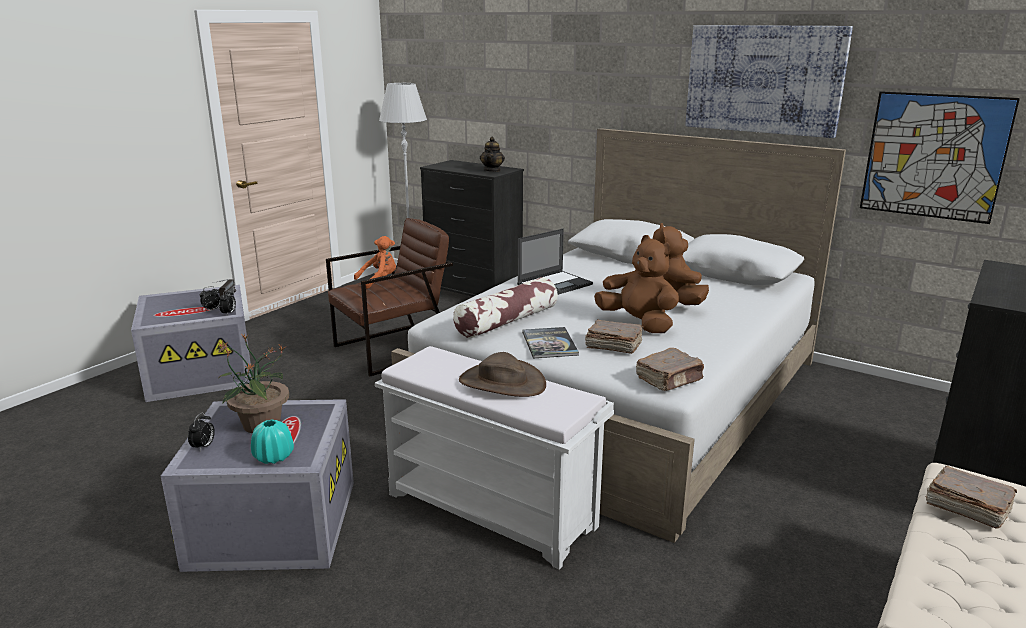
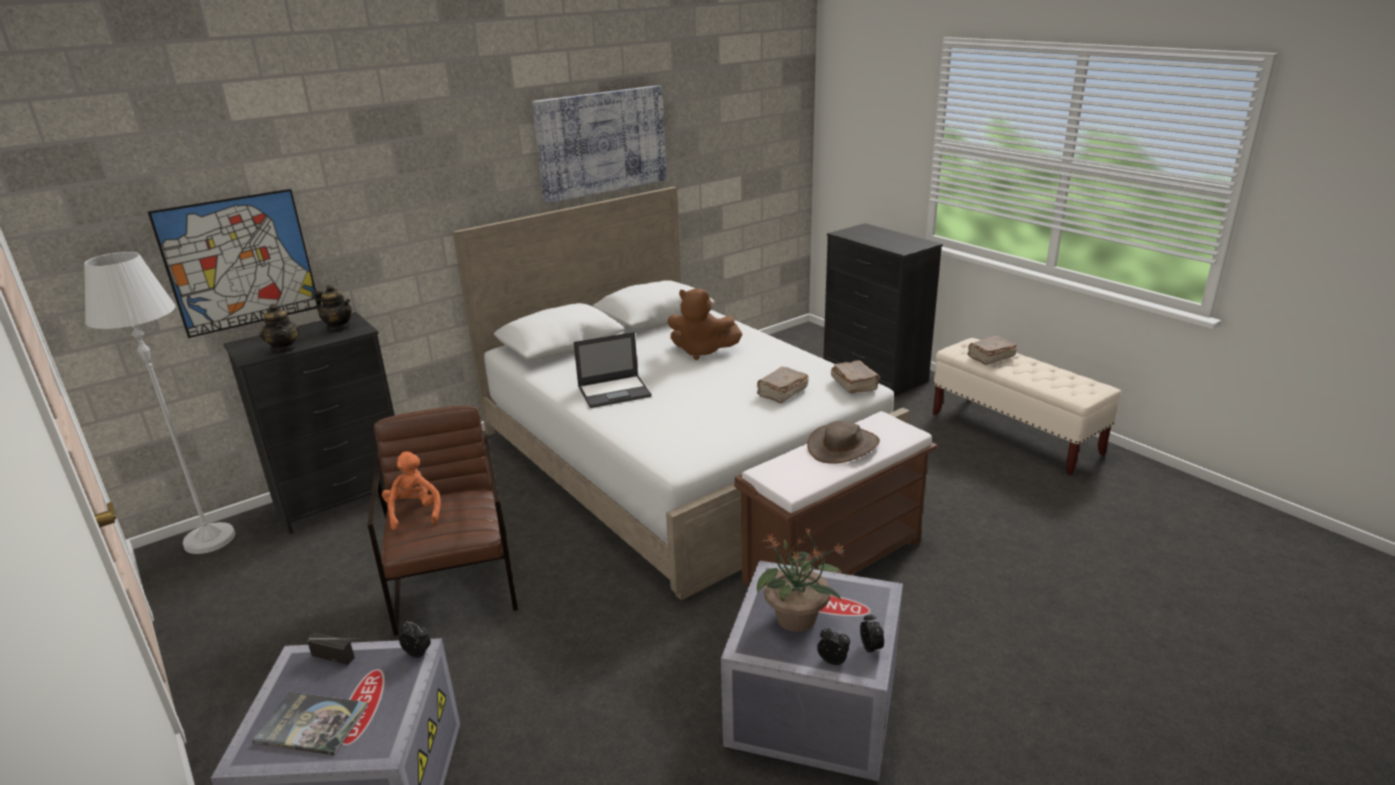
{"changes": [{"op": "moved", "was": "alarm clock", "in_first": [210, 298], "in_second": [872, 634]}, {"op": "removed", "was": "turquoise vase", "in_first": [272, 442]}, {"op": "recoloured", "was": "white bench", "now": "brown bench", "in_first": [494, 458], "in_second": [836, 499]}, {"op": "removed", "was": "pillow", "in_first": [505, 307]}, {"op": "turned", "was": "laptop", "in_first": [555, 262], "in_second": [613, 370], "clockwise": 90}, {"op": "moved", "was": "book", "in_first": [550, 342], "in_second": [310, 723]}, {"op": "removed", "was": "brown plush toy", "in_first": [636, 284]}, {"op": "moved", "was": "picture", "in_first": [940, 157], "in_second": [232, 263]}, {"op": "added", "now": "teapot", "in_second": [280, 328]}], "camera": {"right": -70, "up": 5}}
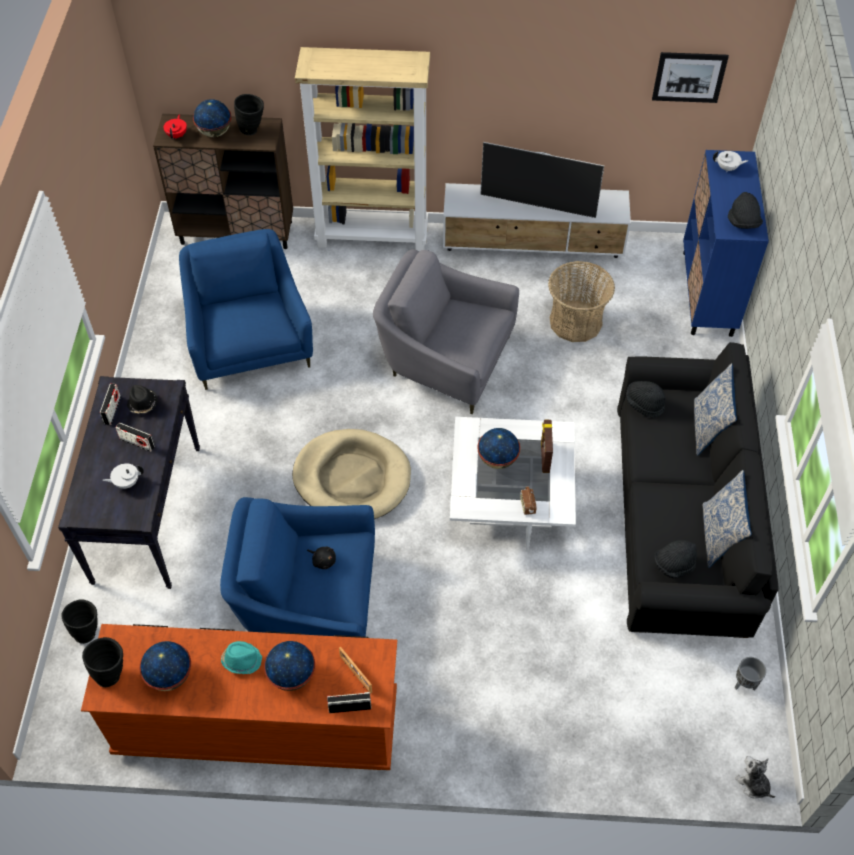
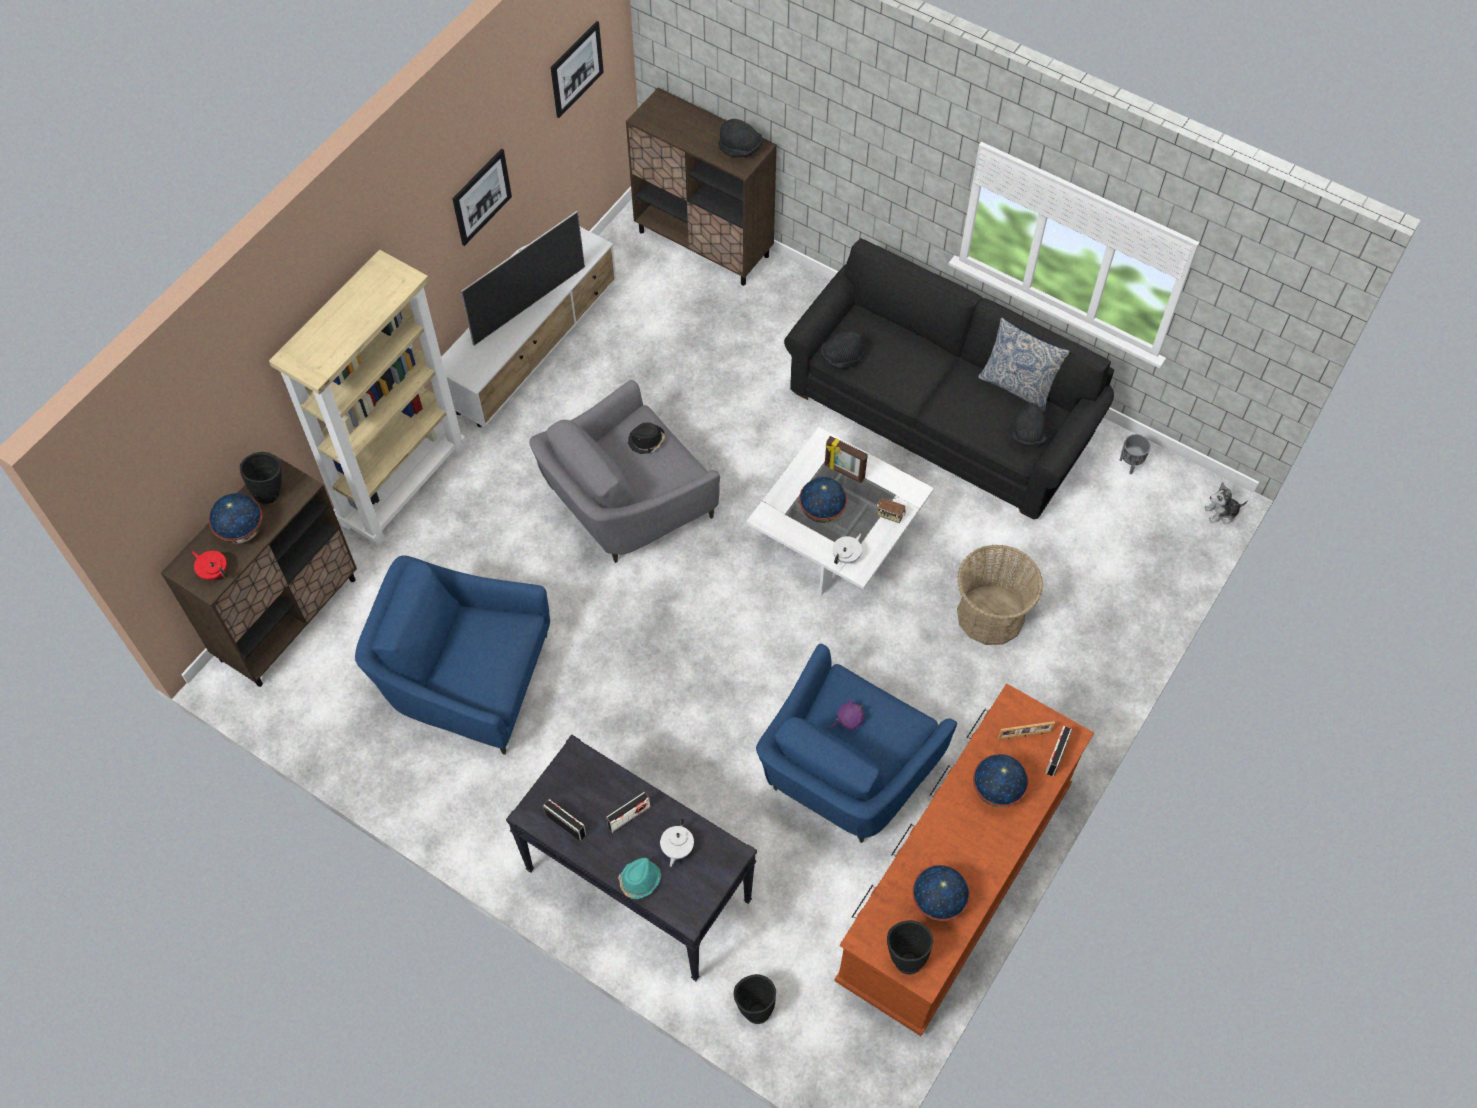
{"changes": [{"op": "moved", "was": "black hat", "in_first": [142, 399], "in_second": [646, 438]}, {"op": "moved", "was": "turquoise hat", "in_first": [241, 657], "in_second": [639, 878]}, {"op": "removed", "was": "beige dog bed", "in_first": [351, 474]}, {"op": "recoloured", "was": "black plush toy", "now": "purple plush toy", "in_first": [321, 558], "in_second": [846, 715]}, {"op": "moved", "was": "basket", "in_first": [581, 301], "in_second": [1000, 594]}, {"op": "recoloured", "was": "blue cabinet", "now": "brown cabinet", "in_first": [726, 243], "in_second": [701, 187]}, {"op": "removed", "was": "pillow", "in_first": [715, 409]}, {"op": "moved", "was": "white teapot", "in_first": [730, 161], "in_second": [847, 548]}, {"op": "added", "now": "picture", "in_second": [482, 197]}], "camera": {"right": -60, "up": 5}}
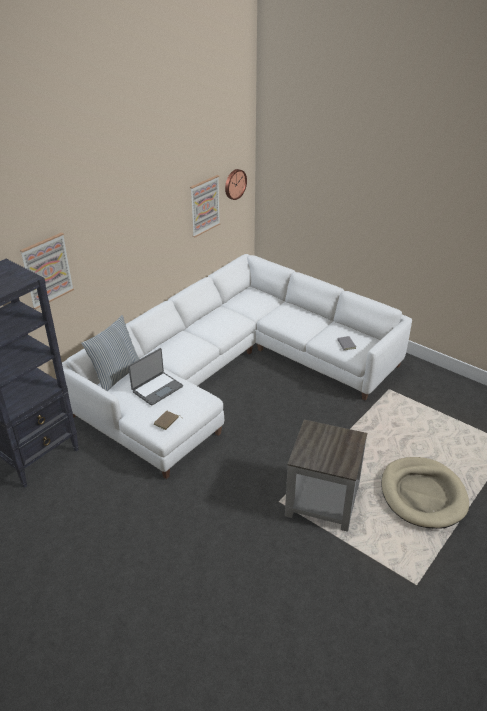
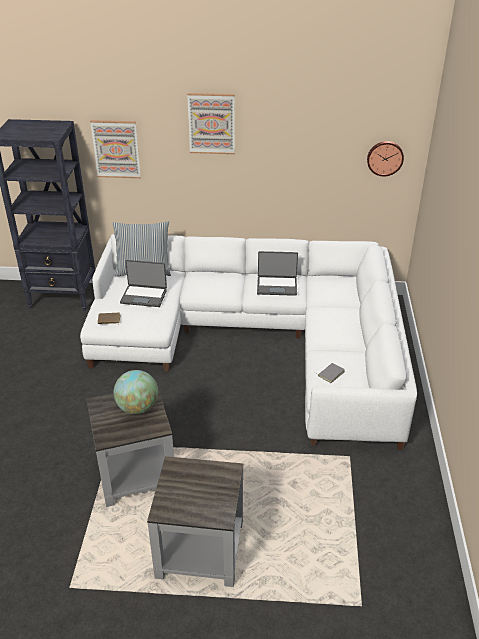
{"changes": [{"op": "moved", "was": "picture", "in_first": [205, 206], "in_second": [211, 123]}, {"op": "replaced", "was": "beige dog bed", "now": "grey side table", "in_first": [425, 493], "in_second": [195, 521]}, {"op": "added", "now": "globe", "in_second": [136, 392]}, {"op": "added", "now": "laptop", "in_second": [277, 273]}], "camera": {"right": 55, "up": 0}}
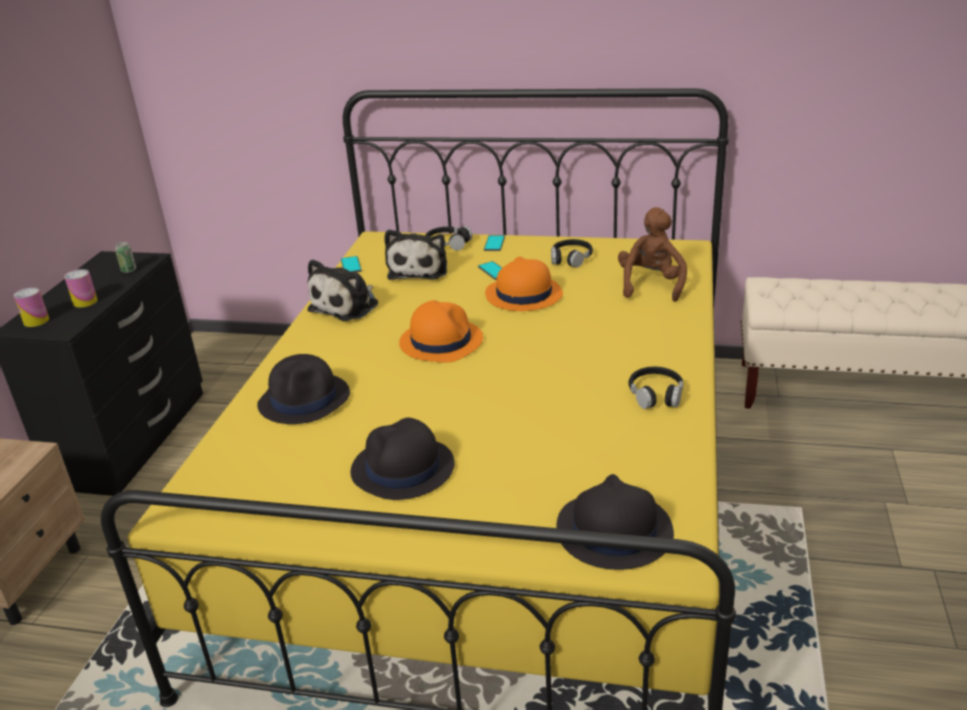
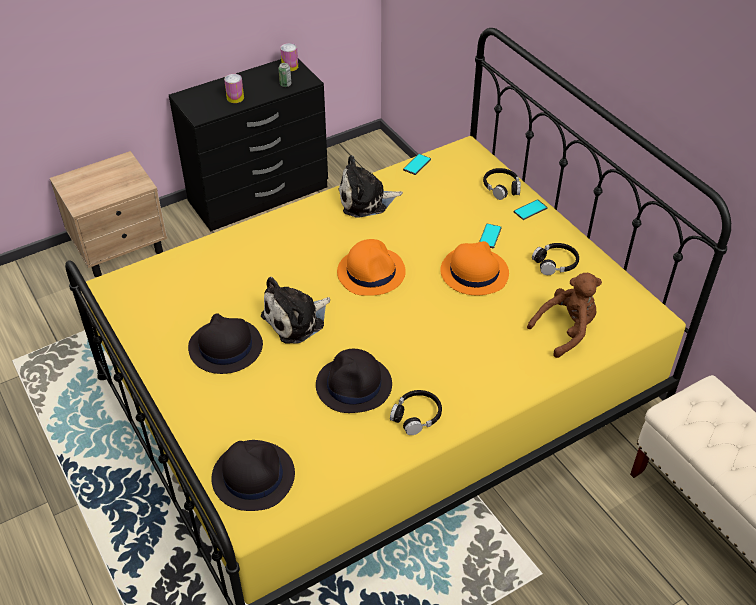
{"changes": [{"op": "moved", "was": "can", "in_first": [31, 307], "in_second": [289, 57]}, {"op": "moved", "was": "black hat", "in_first": [303, 389], "in_second": [354, 381]}, {"op": "moved", "was": "plush toy", "in_first": [415, 254], "in_second": [295, 310]}], "camera": {"right": 45, "up": 15}}
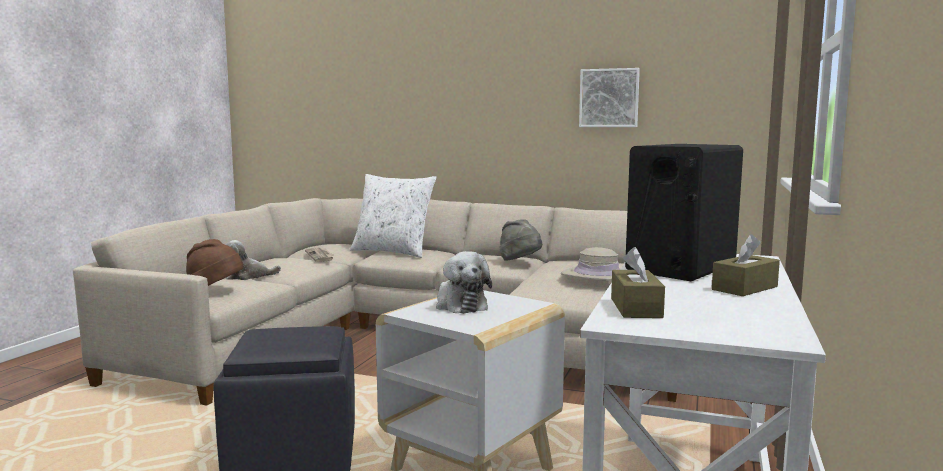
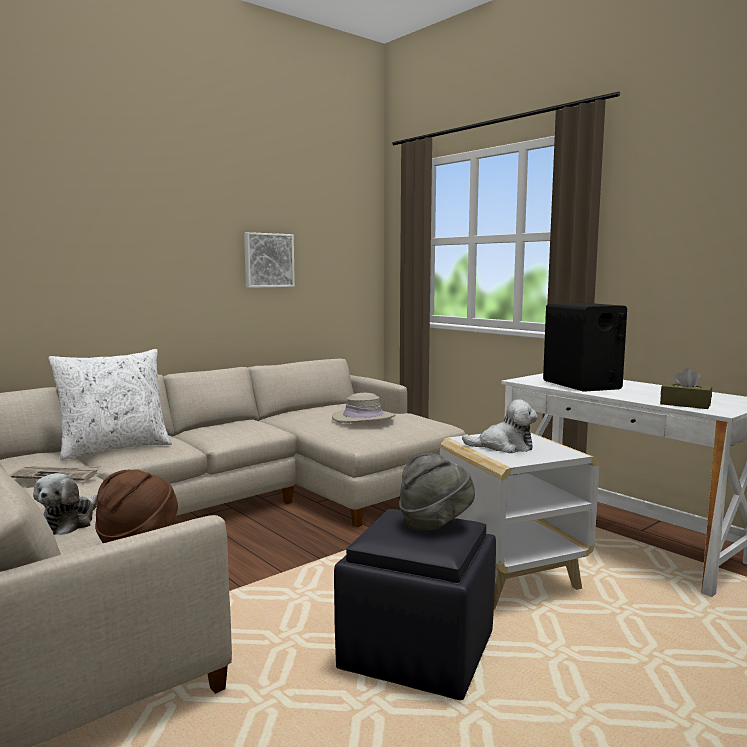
{"changes": [{"op": "moved", "was": "grey hat", "in_first": [520, 240], "in_second": [437, 492]}, {"op": "removed", "was": "brown tissue box", "in_first": [746, 265]}], "camera": {"right": -60, "up": 0}}
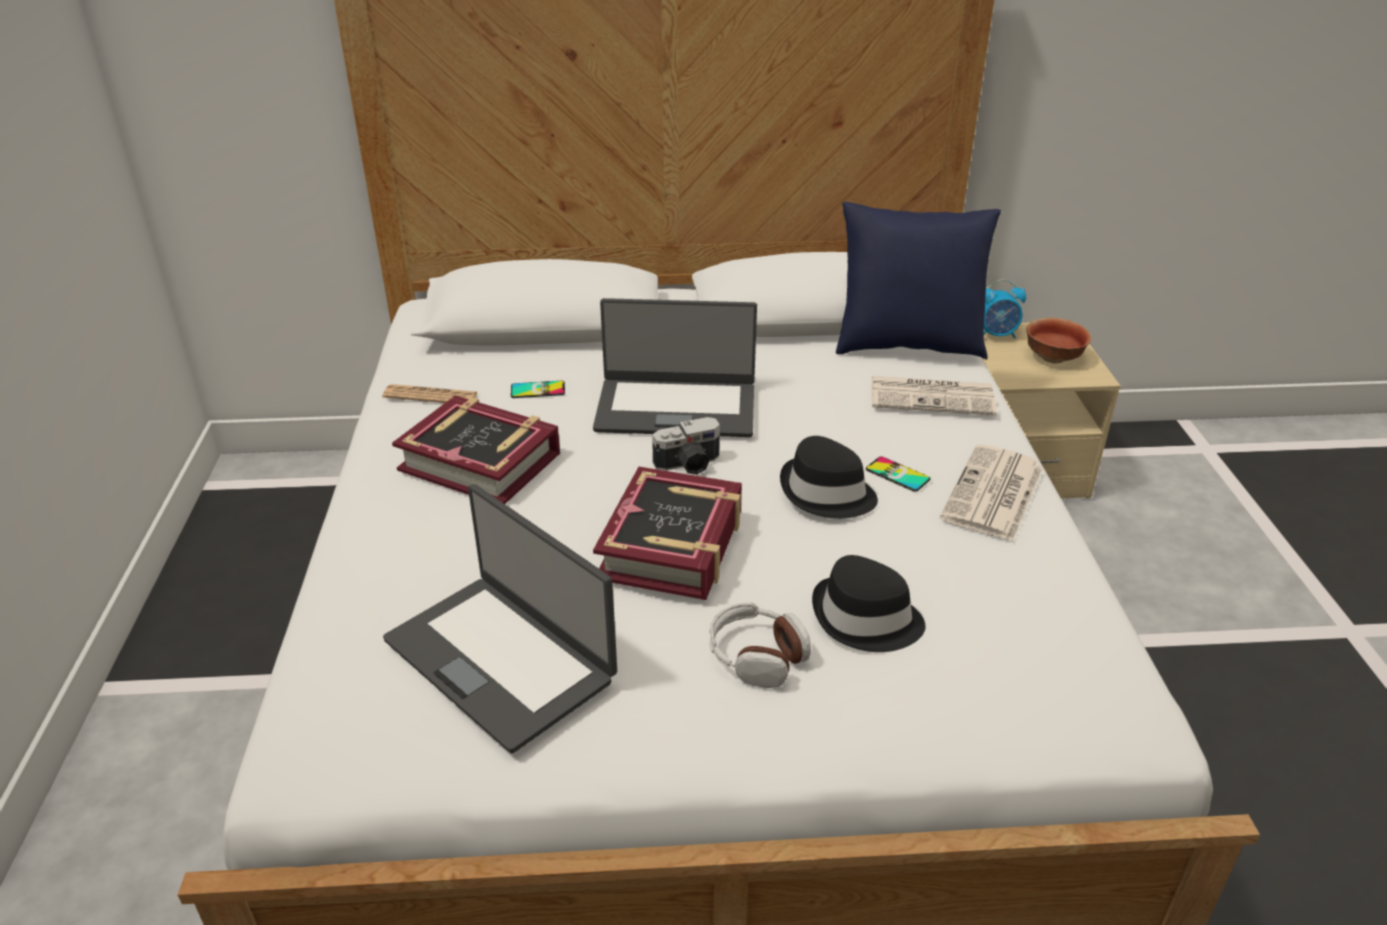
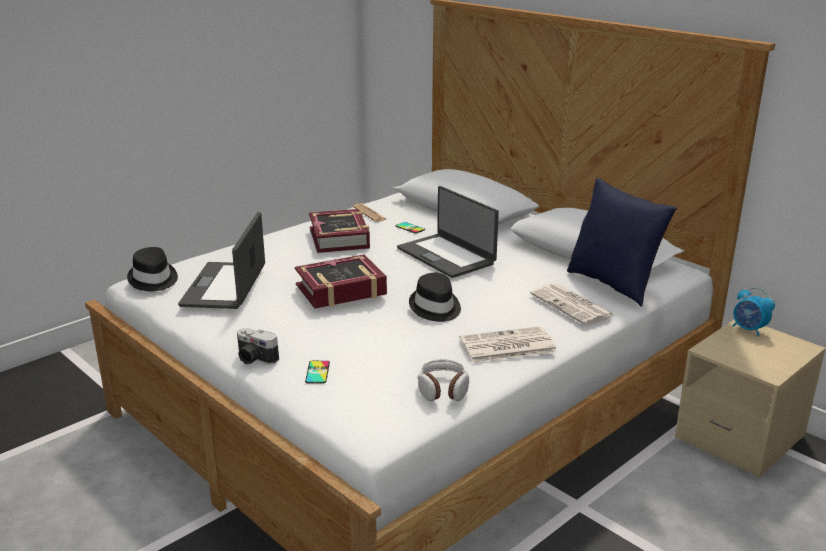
{"changes": [{"op": "moved", "was": "photo camera", "in_first": [686, 446], "in_second": [258, 346]}, {"op": "moved", "was": "headphones", "in_first": [760, 645], "in_second": [443, 380]}, {"op": "moved", "was": "black hat", "in_first": [869, 603], "in_second": [152, 269]}, {"op": "moved", "was": "phone", "in_first": [898, 474], "in_second": [317, 372]}, {"op": "removed", "was": "bowl", "in_first": [1058, 340]}], "camera": {"right": 50, "up": -10}}
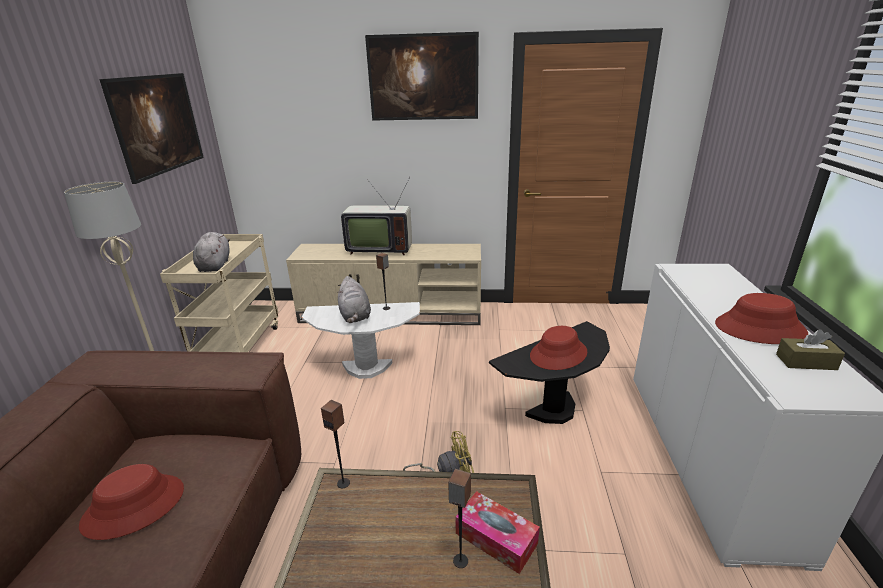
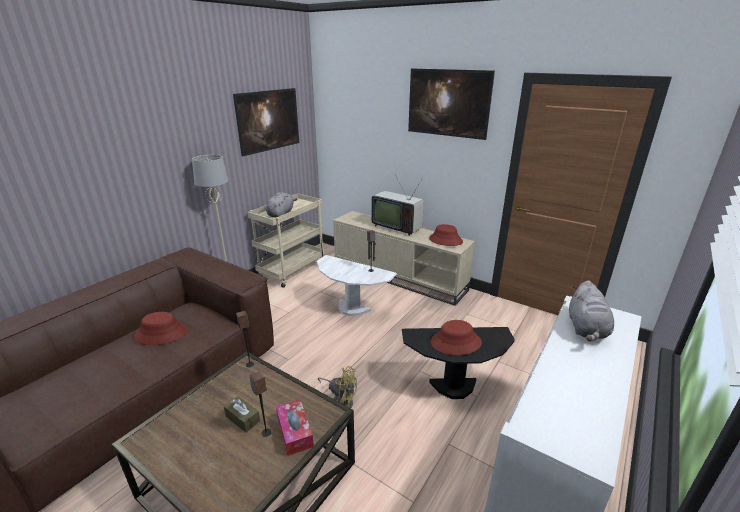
{"changes": [{"op": "moved", "was": "grey plush toy", "in_first": [354, 299], "in_second": [591, 310]}, {"op": "moved", "was": "red hat", "in_first": [761, 318], "in_second": [446, 235]}, {"op": "moved", "was": "brown tissue box", "in_first": [810, 349], "in_second": [242, 414]}], "camera": {"right": 30, "up": 0}}
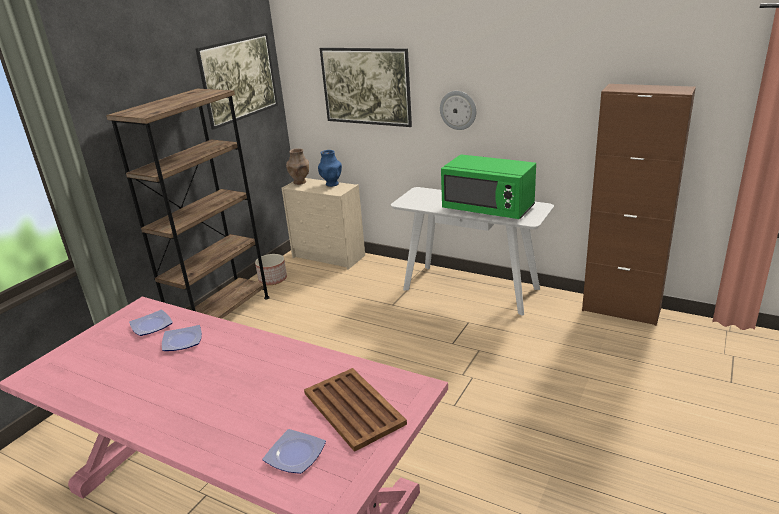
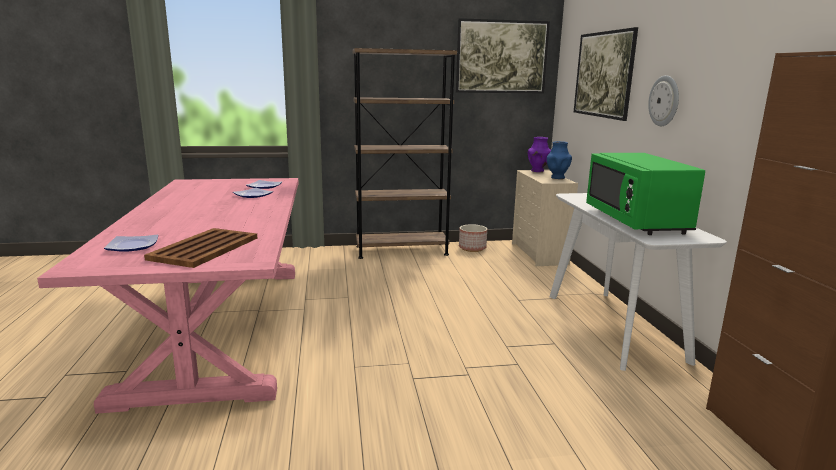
{"changes": [{"op": "recoloured", "was": "brown vase", "now": "purple vase", "in_first": [297, 166], "in_second": [539, 154]}], "camera": {"right": 50, "up": -10}}
